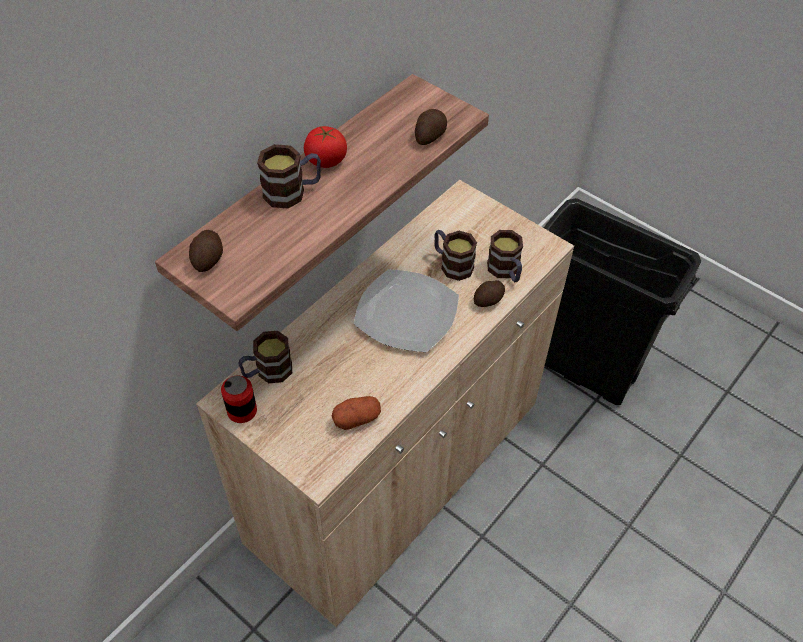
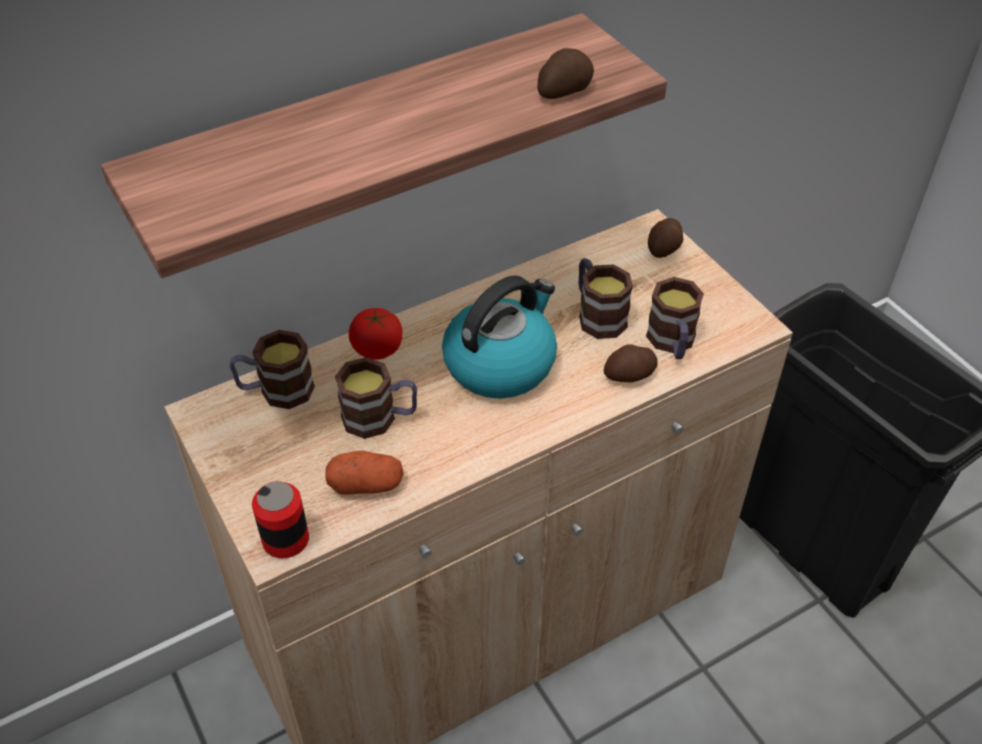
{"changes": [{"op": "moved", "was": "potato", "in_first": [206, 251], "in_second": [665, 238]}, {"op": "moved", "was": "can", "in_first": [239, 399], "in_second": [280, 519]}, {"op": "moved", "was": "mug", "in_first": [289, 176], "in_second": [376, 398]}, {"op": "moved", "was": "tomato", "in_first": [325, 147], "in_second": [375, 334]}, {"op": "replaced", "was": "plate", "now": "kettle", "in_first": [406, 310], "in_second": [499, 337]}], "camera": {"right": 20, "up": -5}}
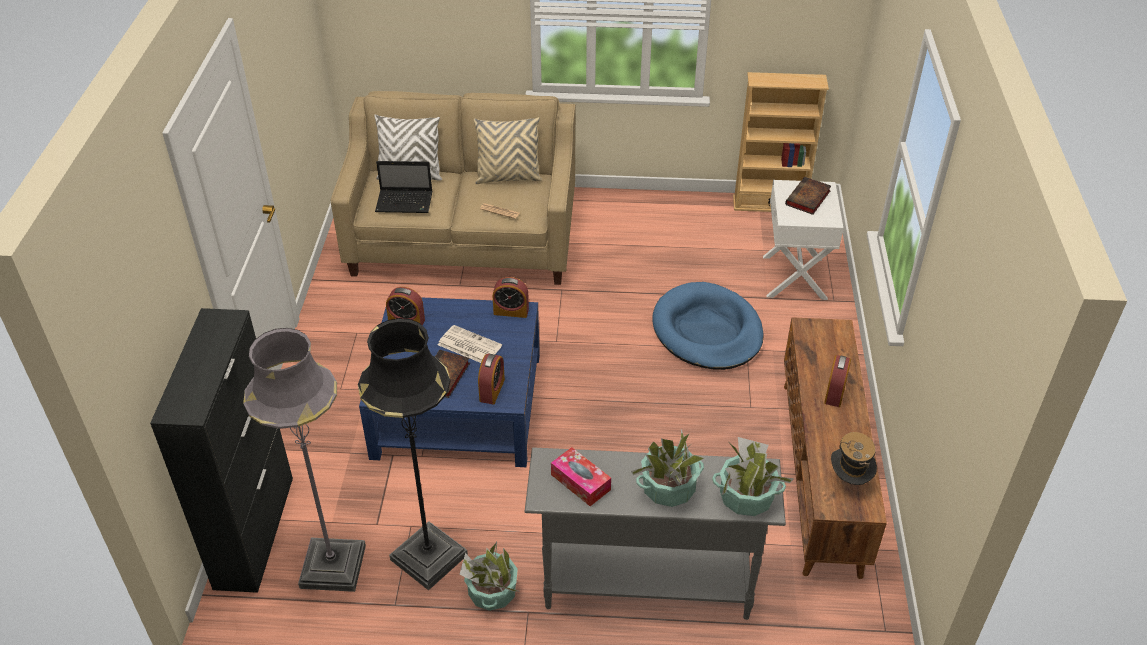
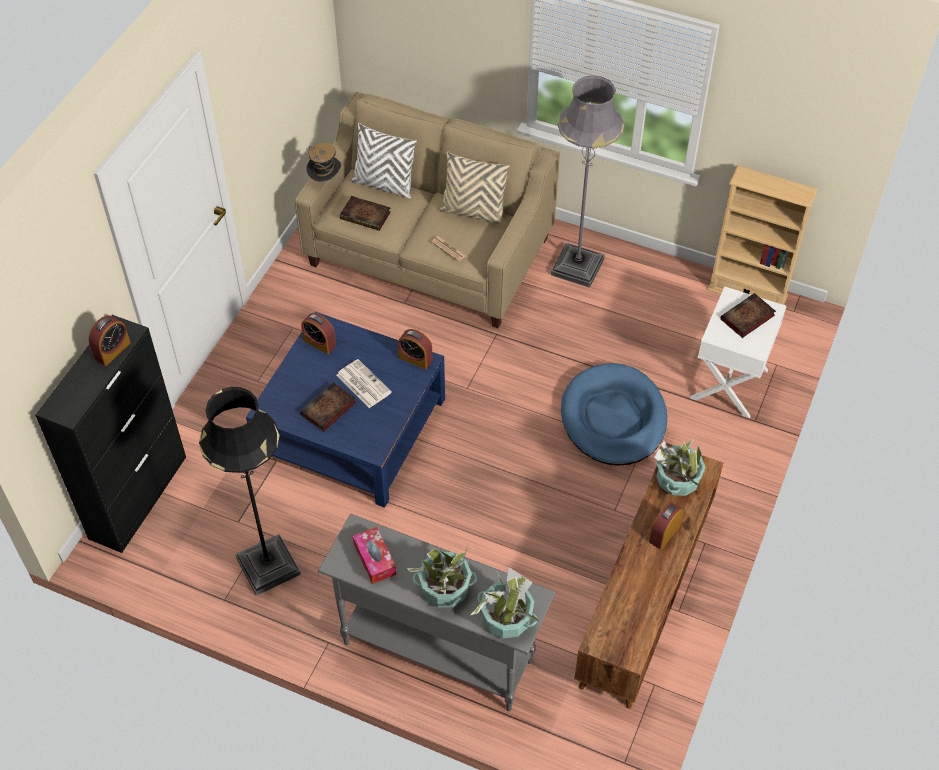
{"changes": [{"op": "moved", "was": "grey floor lamp", "in_first": [304, 460], "in_second": [587, 182]}, {"op": "replaced", "was": "laptop", "now": "book", "in_first": [404, 187], "in_second": [365, 213]}, {"op": "moved", "was": "potted plant", "in_first": [490, 576], "in_second": [680, 467]}, {"op": "moved", "was": "alarm clock", "in_first": [491, 379], "in_second": [109, 340]}, {"op": "moved", "was": "hat", "in_first": [854, 458], "in_second": [323, 162]}], "camera": {"right": 20, "up": 10}}
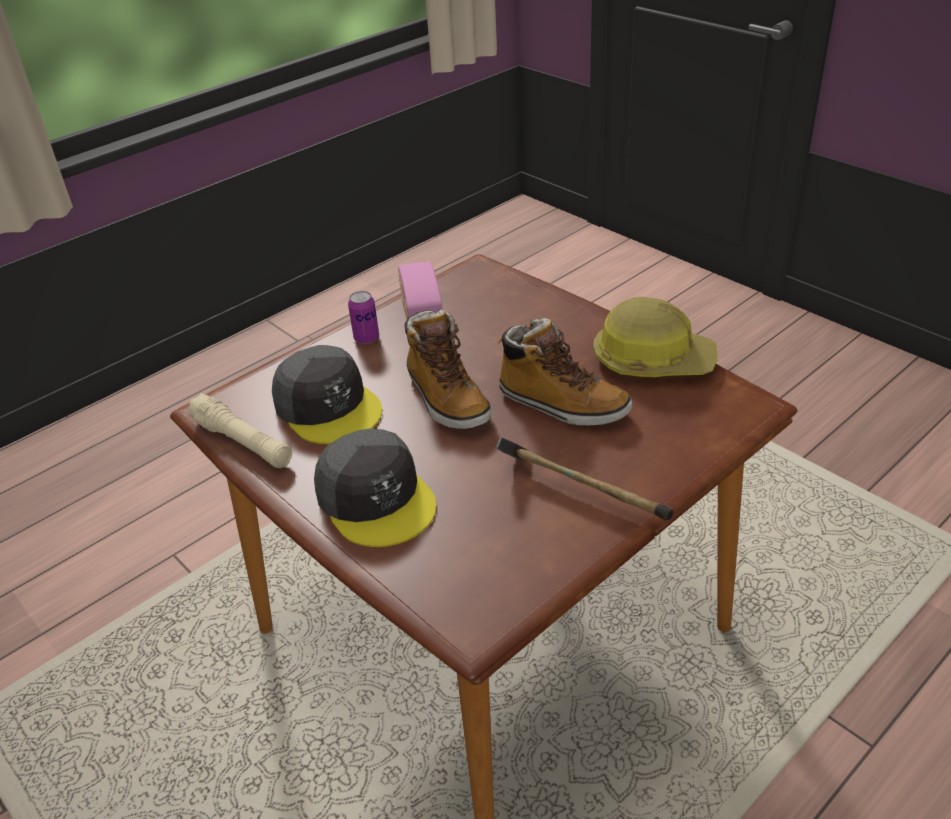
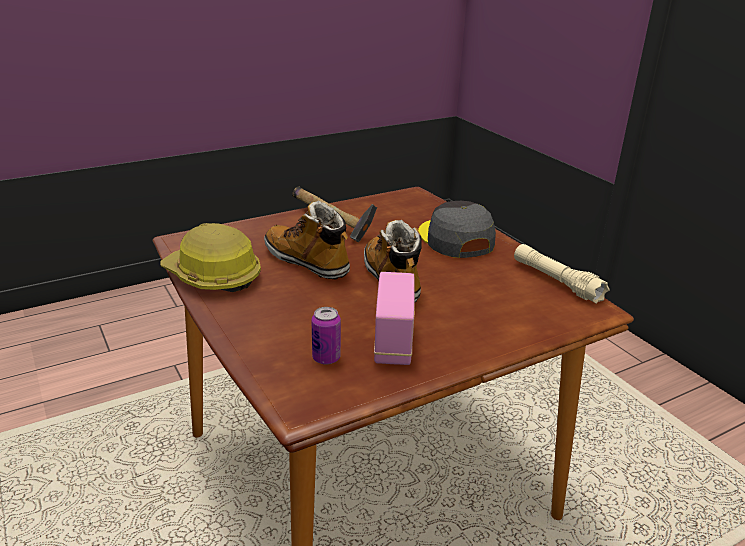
{"changes": [{"op": "removed", "was": "grey cap", "in_first": [327, 394]}, {"op": "moved", "was": "can", "in_first": [363, 317], "in_second": [326, 336]}], "camera": {"right": -170, "up": -10}}
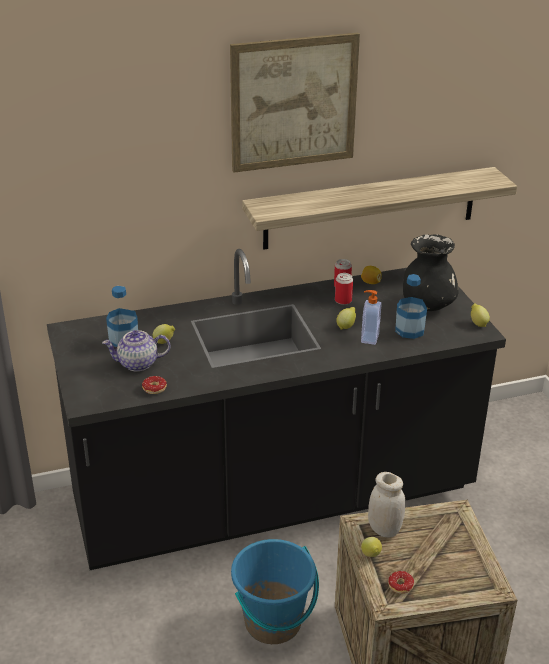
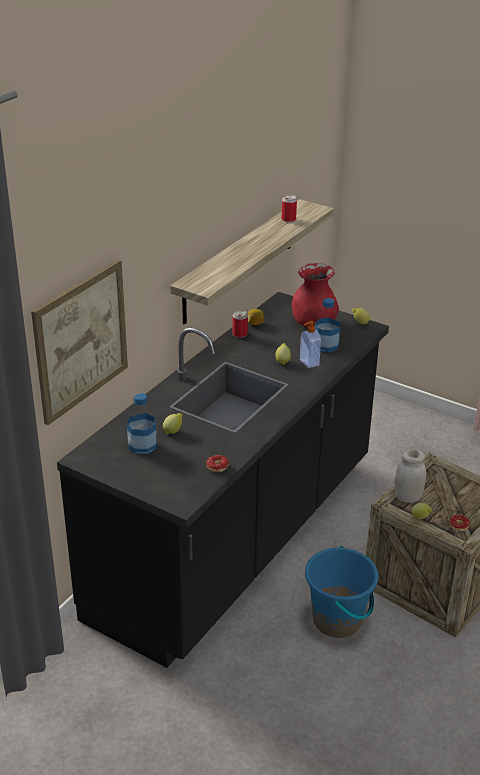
{"changes": [{"op": "removed", "was": "teapot", "in_first": [136, 351]}, {"op": "moved", "was": "picture", "in_first": [295, 103], "in_second": [79, 342]}, {"op": "moved", "was": "can", "in_first": [344, 289], "in_second": [289, 208]}, {"op": "recoloured", "was": "black vase", "now": "red vase", "in_first": [430, 272], "in_second": [315, 295]}], "camera": {"right": -40, "up": 0}}
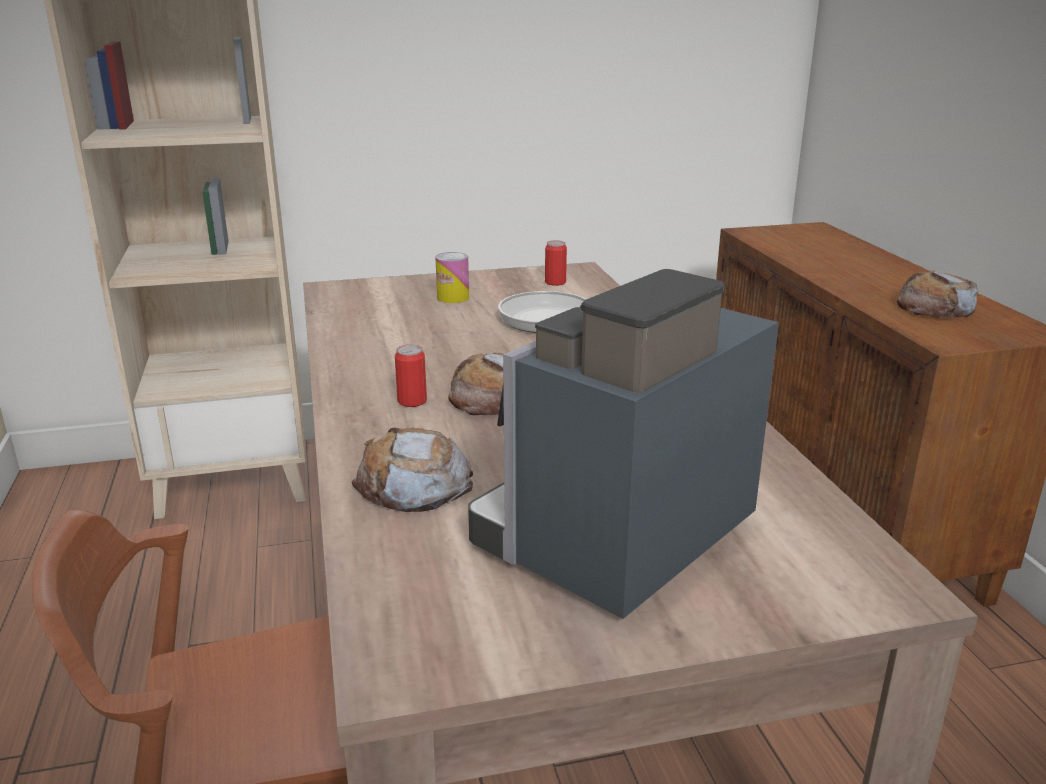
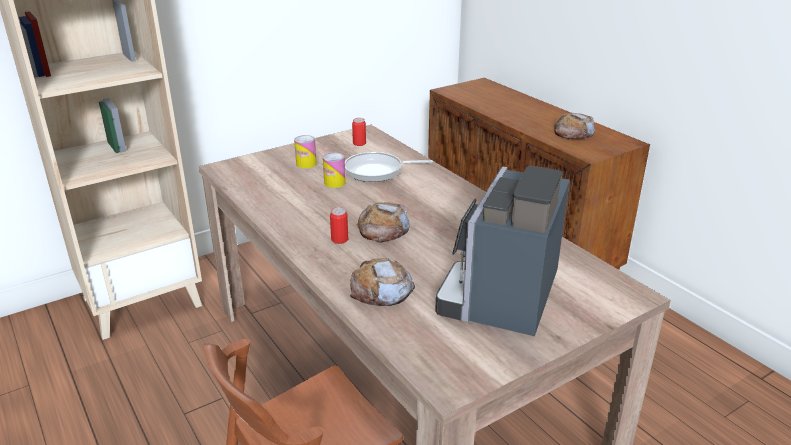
{"changes": [{"op": "added", "now": "can", "in_second": [334, 170]}], "camera": {"right": -20, "up": 5}}
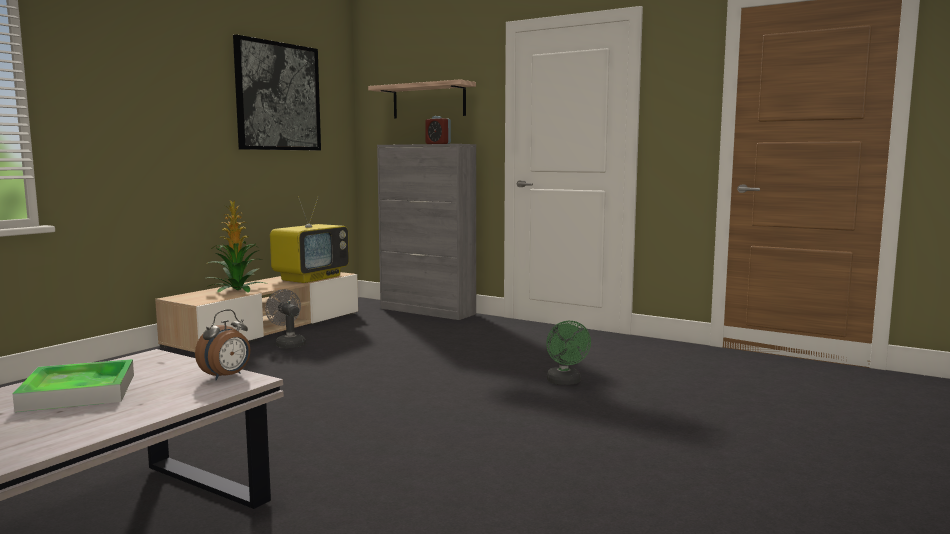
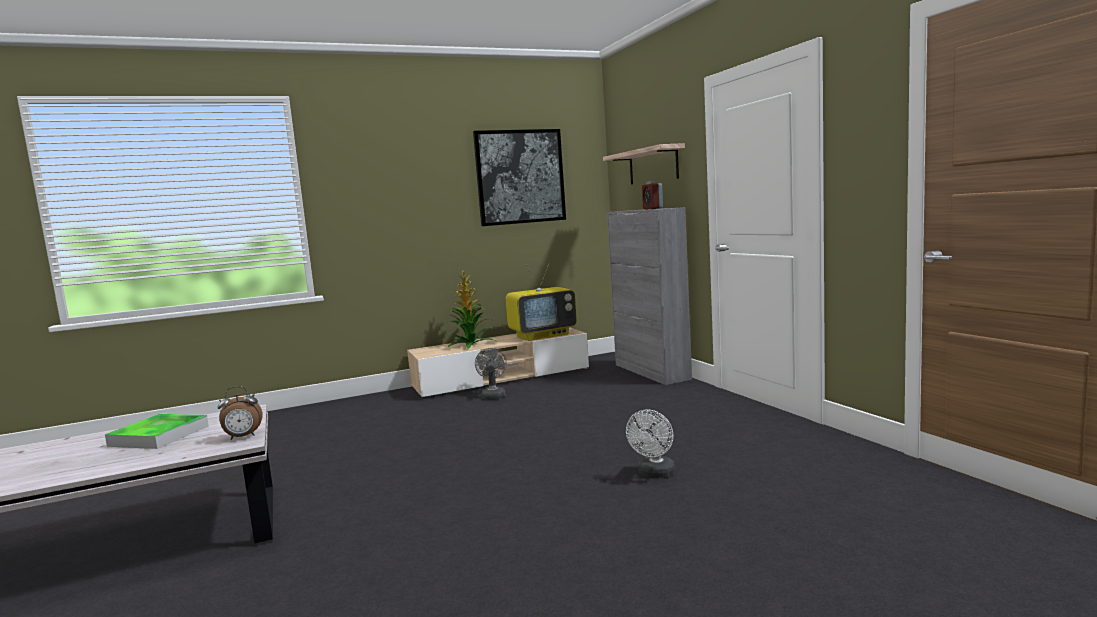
{"changes": [{"op": "recoloured", "was": "green fan", "now": "white fan", "in_first": [568, 353], "in_second": [650, 443]}], "camera": {"right": 35, "up": 0}}
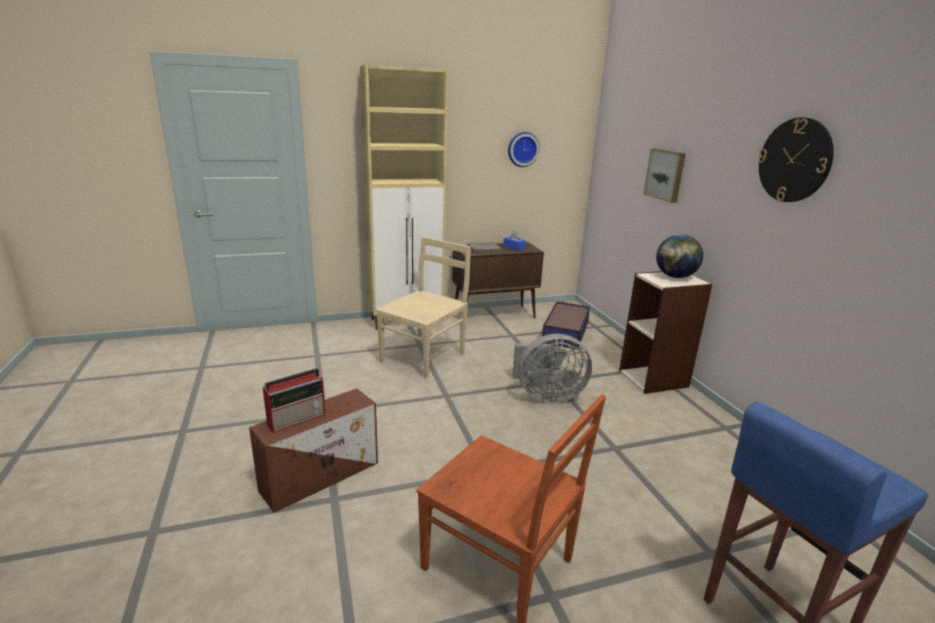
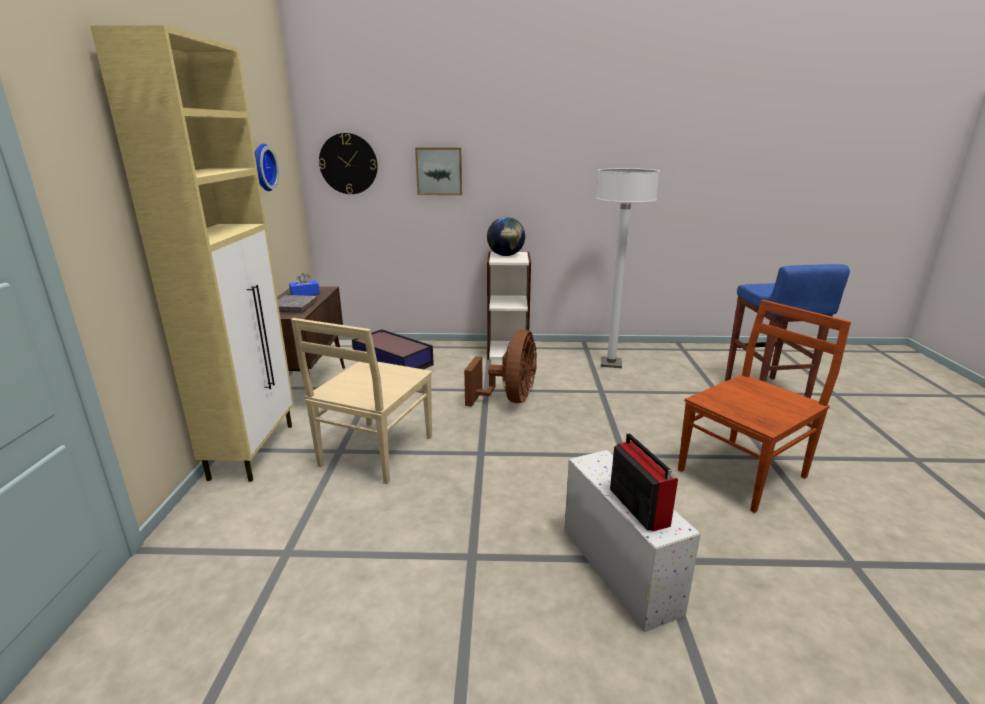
{"changes": [{"op": "recoloured", "was": "brown storage box", "now": "white storage box", "in_first": [313, 450], "in_second": [632, 541]}, {"op": "turned", "was": "beige chair", "in_first": [423, 308], "in_second": [361, 401], "clockwise": -120}, {"op": "recoloured", "was": "grey fan", "now": "brown fan", "in_first": [552, 368], "in_second": [500, 368]}, {"op": "moved", "was": "wall clock", "in_first": [796, 159], "in_second": [348, 163]}, {"op": "added", "now": "white floor lamp", "in_second": [628, 268]}], "camera": {"right": -70, "up": 0}}
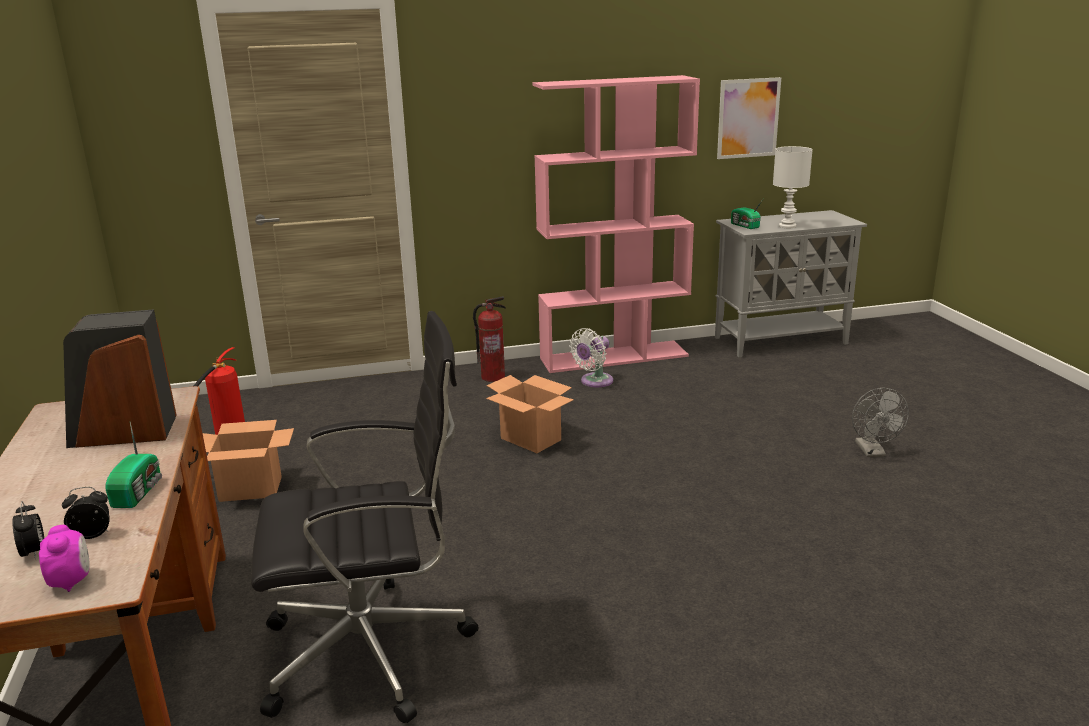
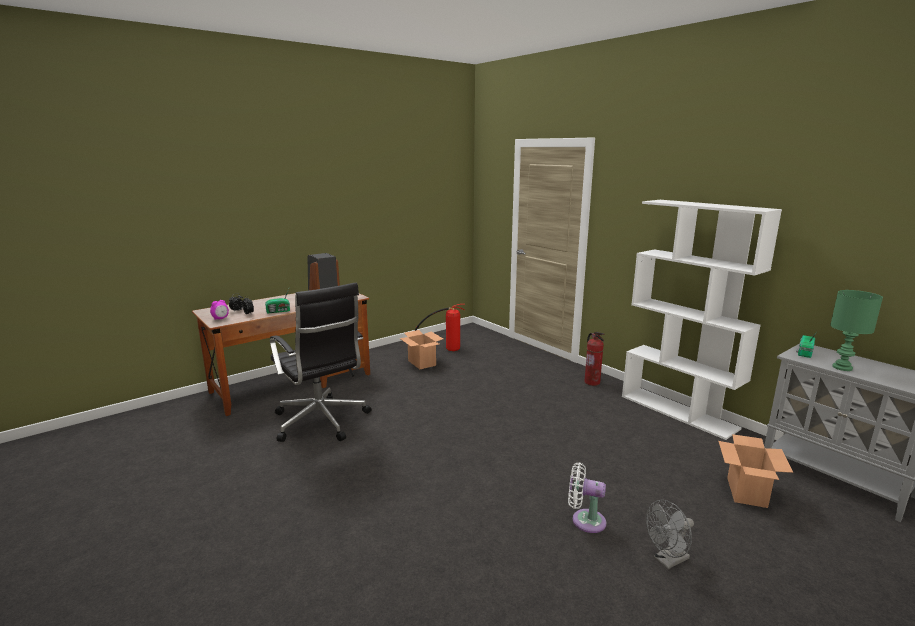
{"changes": [{"op": "moved", "was": "cardboard box", "in_first": [530, 414], "in_second": [755, 471]}, {"op": "recoloured", "was": "pink bookcase", "now": "white bookcase", "in_first": [616, 224], "in_second": [702, 320]}, {"op": "moved", "was": "white fan", "in_first": [591, 357], "in_second": [587, 497]}, {"op": "removed", "was": "picture", "in_first": [749, 118]}, {"op": "recoloured", "was": "white table lamp", "now": "green table lamp", "in_first": [793, 187], "in_second": [856, 330]}], "camera": {"right": 65, "up": -5}}
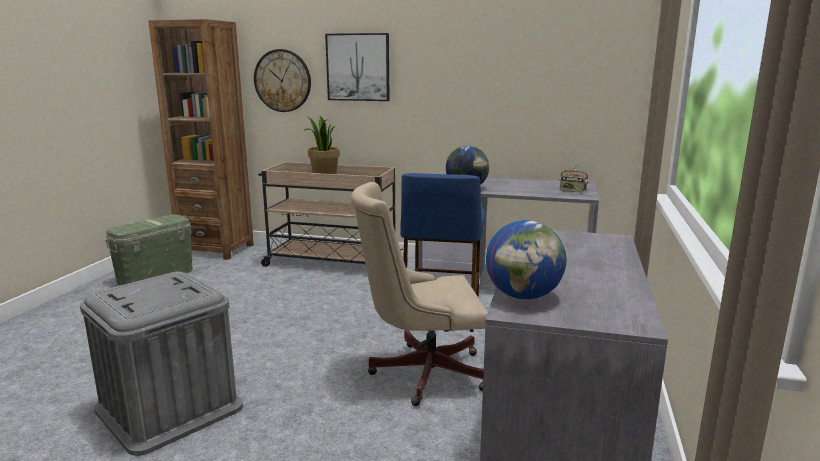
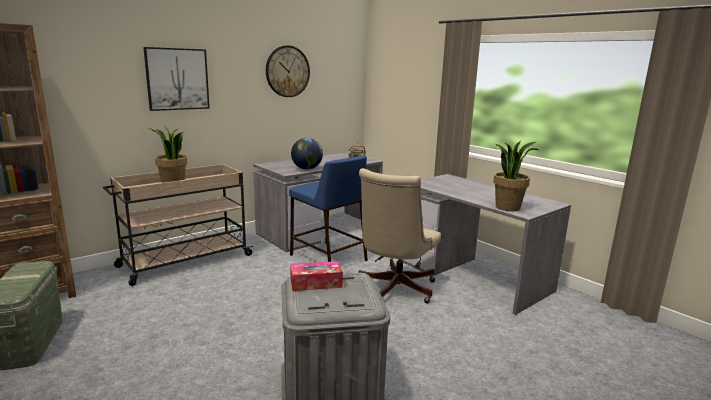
{"changes": [{"op": "moved", "was": "wall clock", "in_first": [282, 80], "in_second": [288, 71]}, {"op": "replaced", "was": "globe", "now": "potted plant", "in_first": [526, 260], "in_second": [515, 176]}, {"op": "added", "now": "tissue box", "in_second": [316, 276]}], "camera": {"right": -55, "up": 0}}
